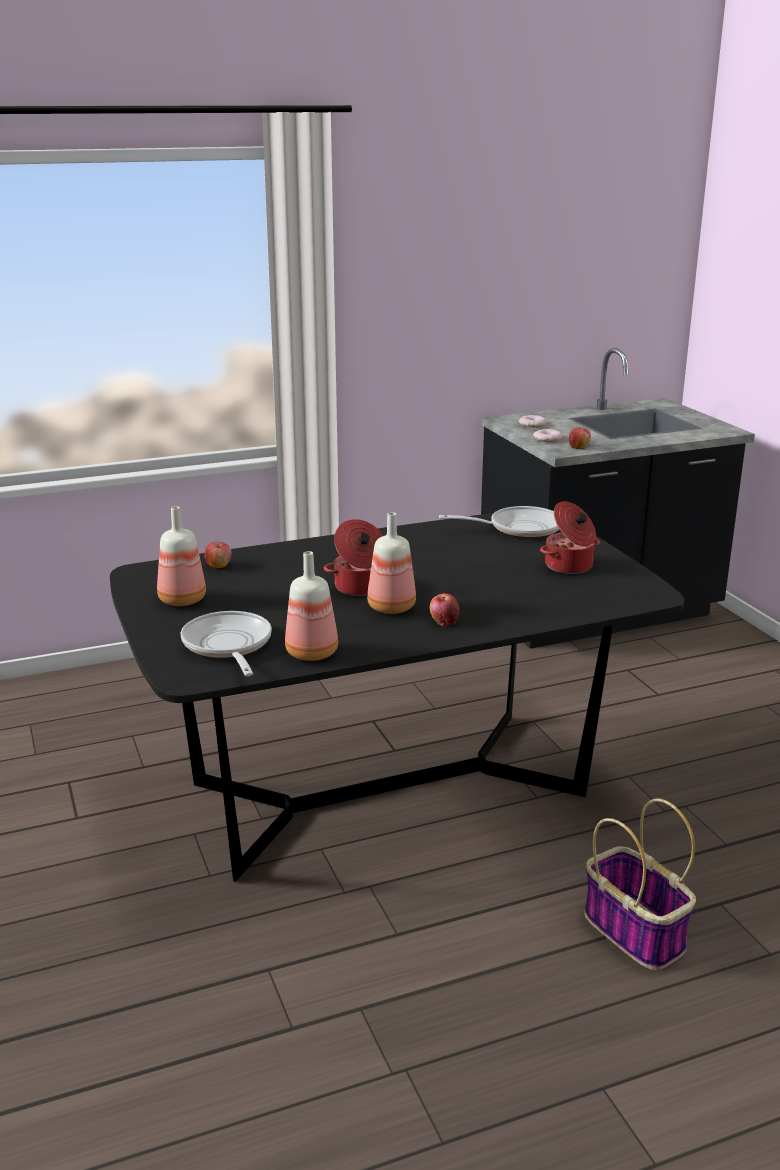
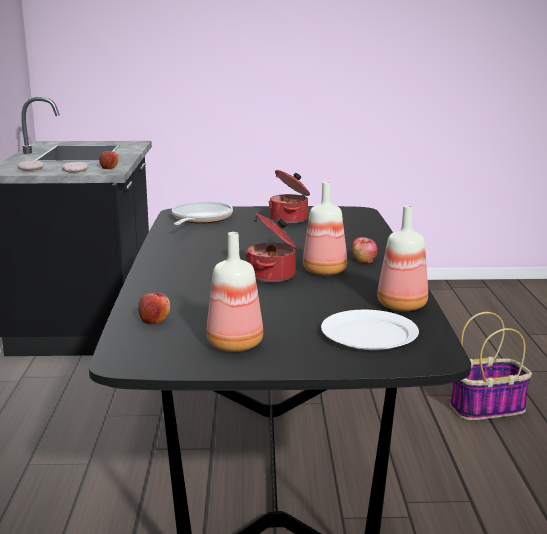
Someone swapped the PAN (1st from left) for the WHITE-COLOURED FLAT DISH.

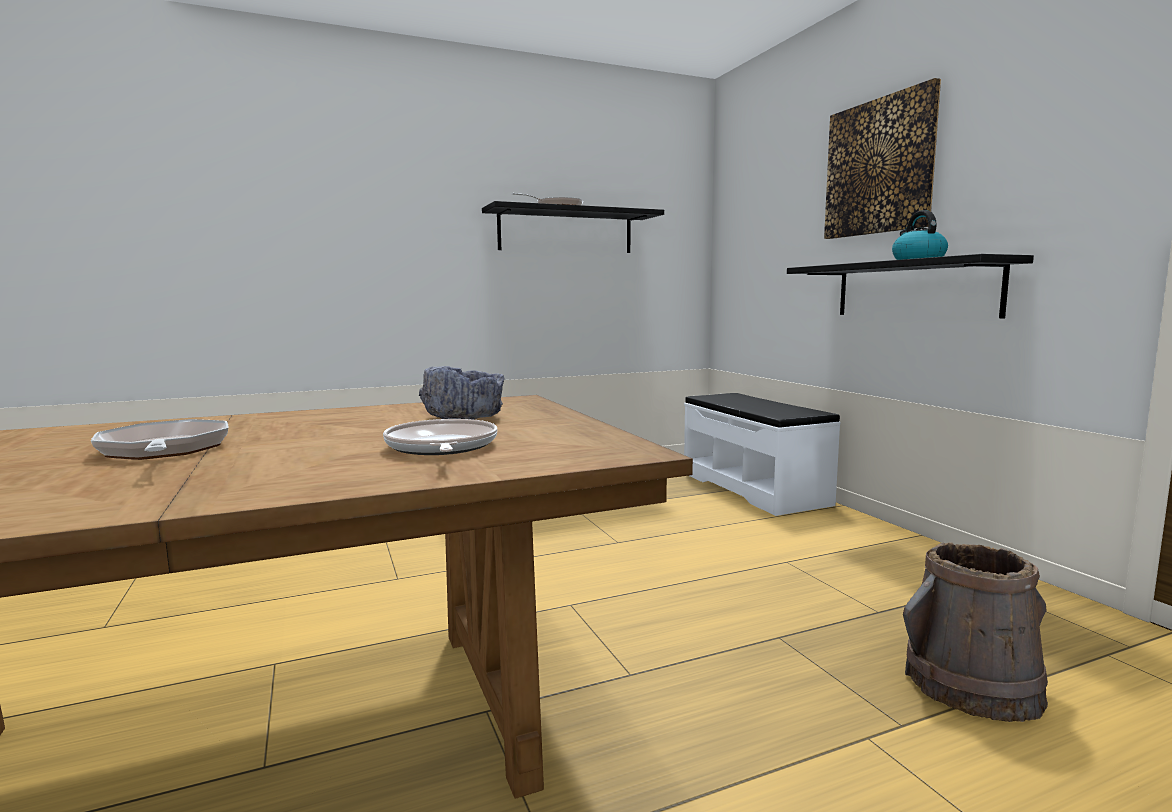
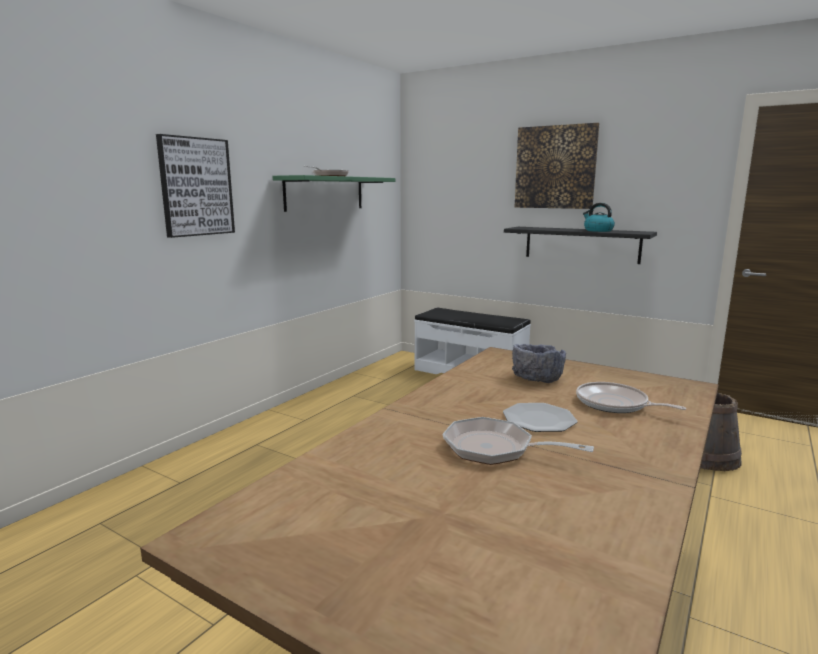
Someone repainted the BLACK-COLOURED SHELF (1st from left), which became the GREEN SHELF. Someone put up the PICTURE (1st from left). Someone put down the FLAT DISH.

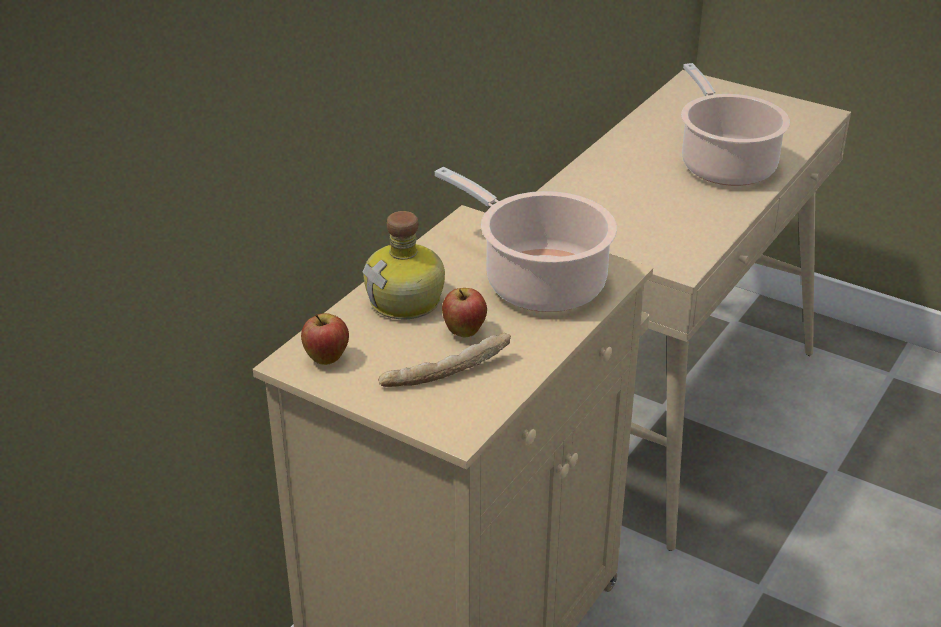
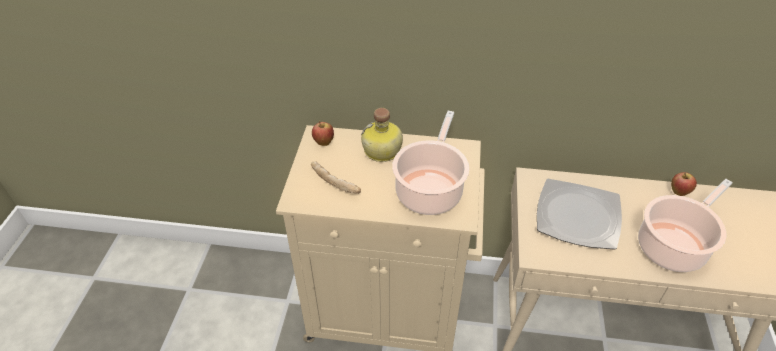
Someone carried the WHOLE APPLE (2nd from left). Someone put down the FLAT DISH.

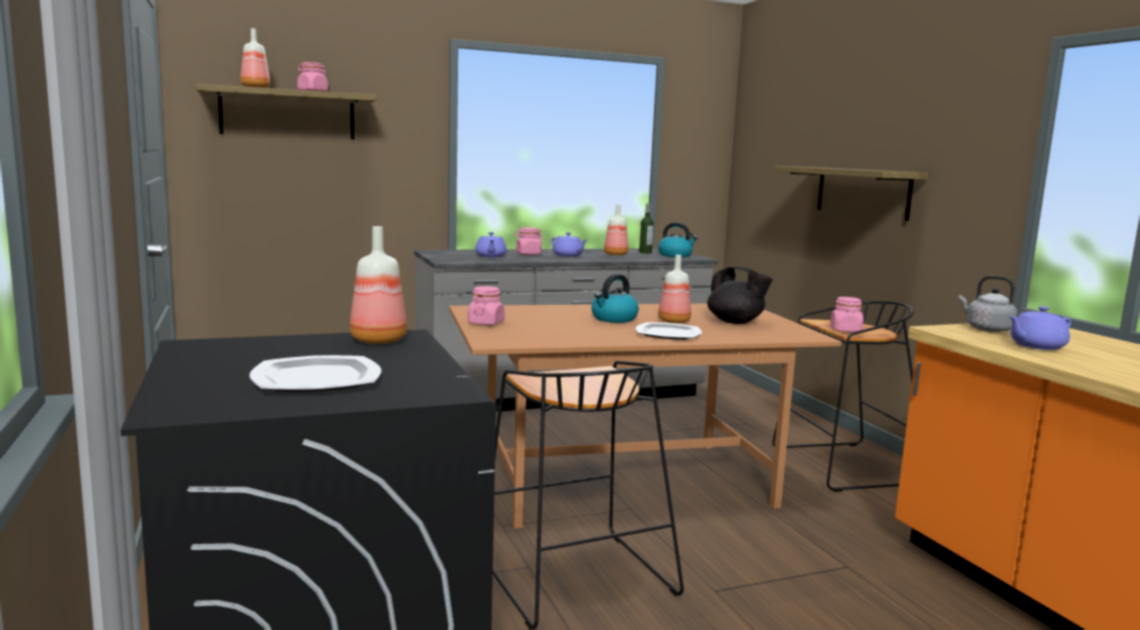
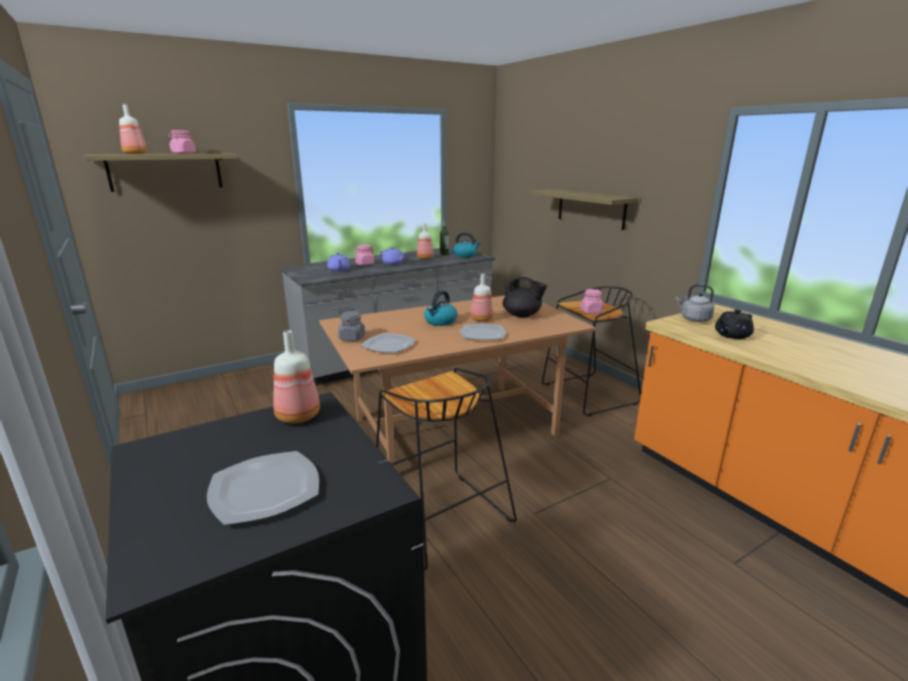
Someone repainted the PINK-COLOURED JAR (2nd from left), which became the GREYISH JAR. Someone repainted the PURPLE-COLOURED TEAPOT (3rd from left), which became the BLACK-COLOURED TEAPOT (2nd from left). Someone put down the FLAT DISH (2nd from left).

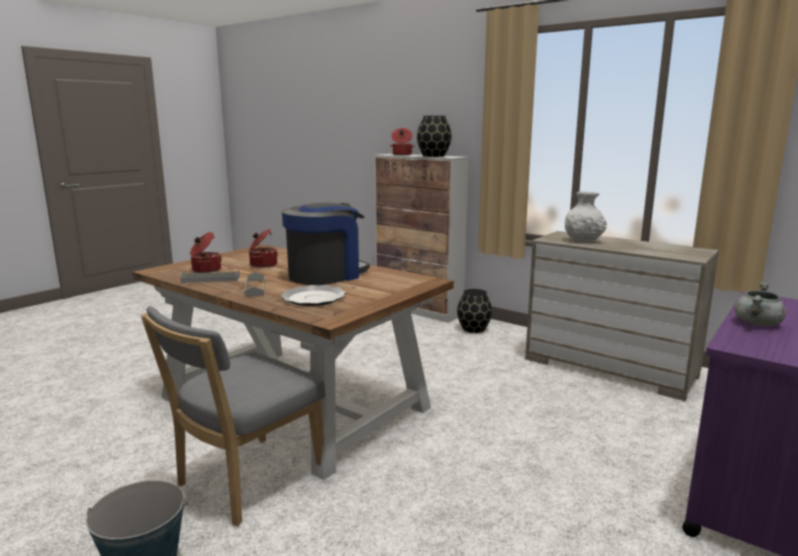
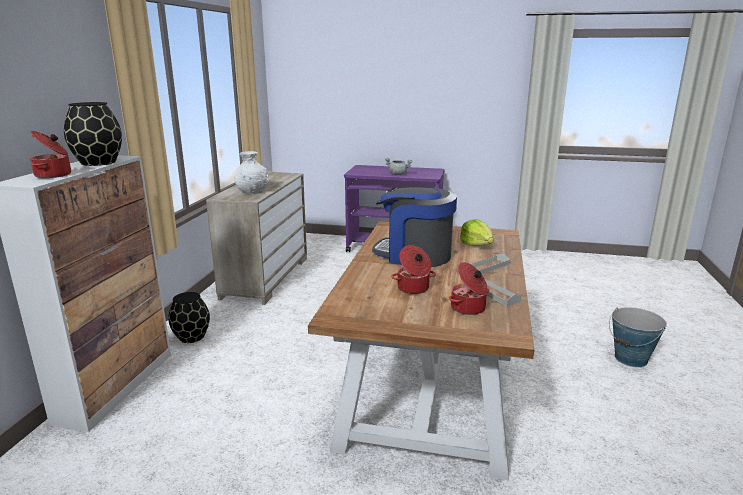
Someone swapped the FLAT DISH for the HEAD OF LETTUCE. Someone took away the GREYISH CHAIR.

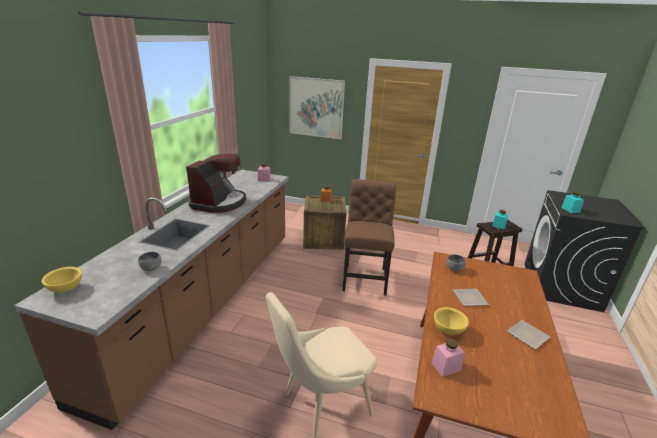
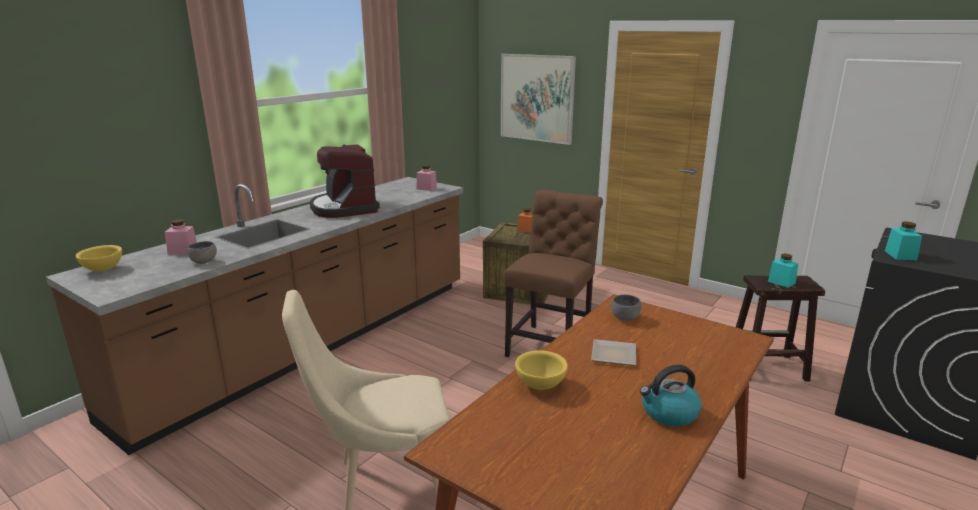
Someone rotated the COFFEE MACHINE by 120 degrees clockwise. Someone swapped the FLAT DISH (2nd from left) for the TEA KETTLE. Someone carried the PINK-COLOURED JAR (2nd from left in the first image).

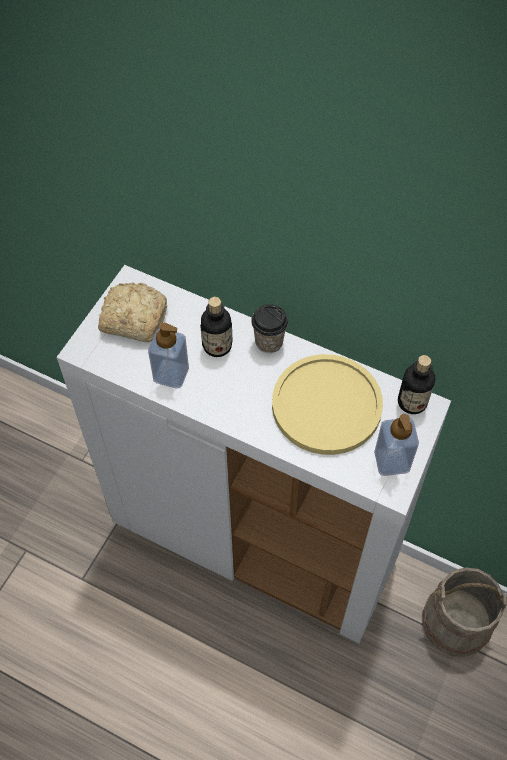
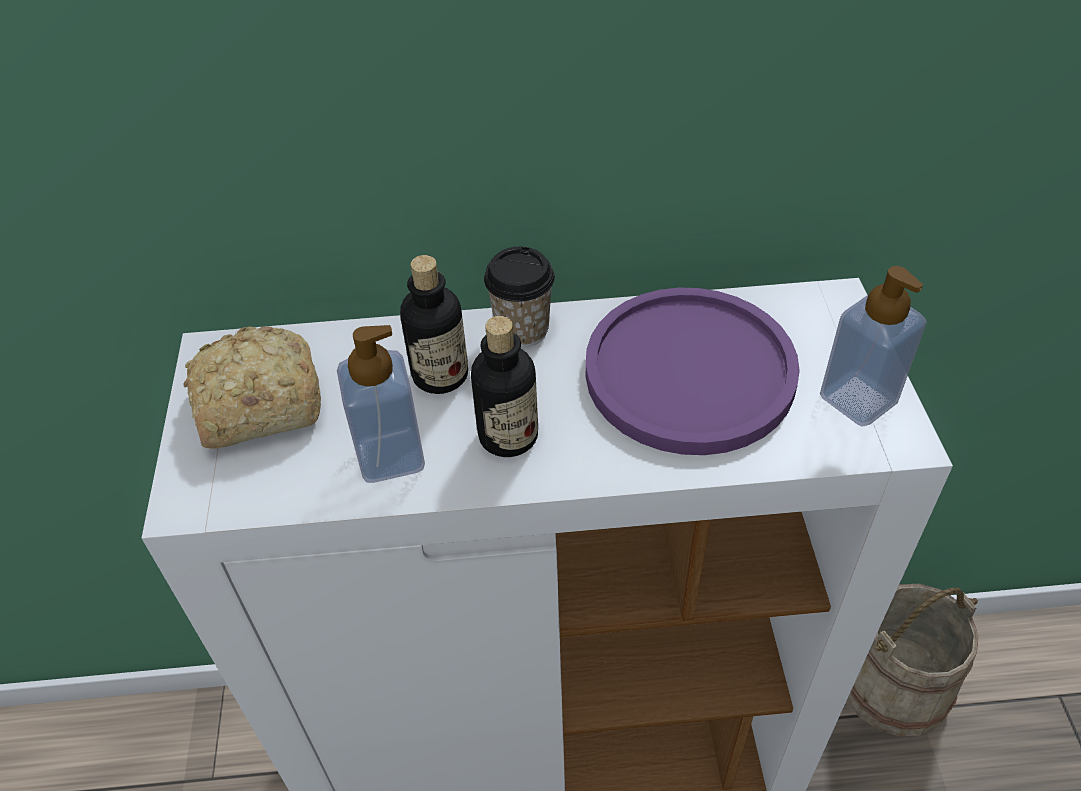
Someone repainted the YELLOW FLAT DISH, which became the PURPLE-COLOURED FLAT DISH. Someone carried the BEVERAGE BOTTLE (2nd from left).

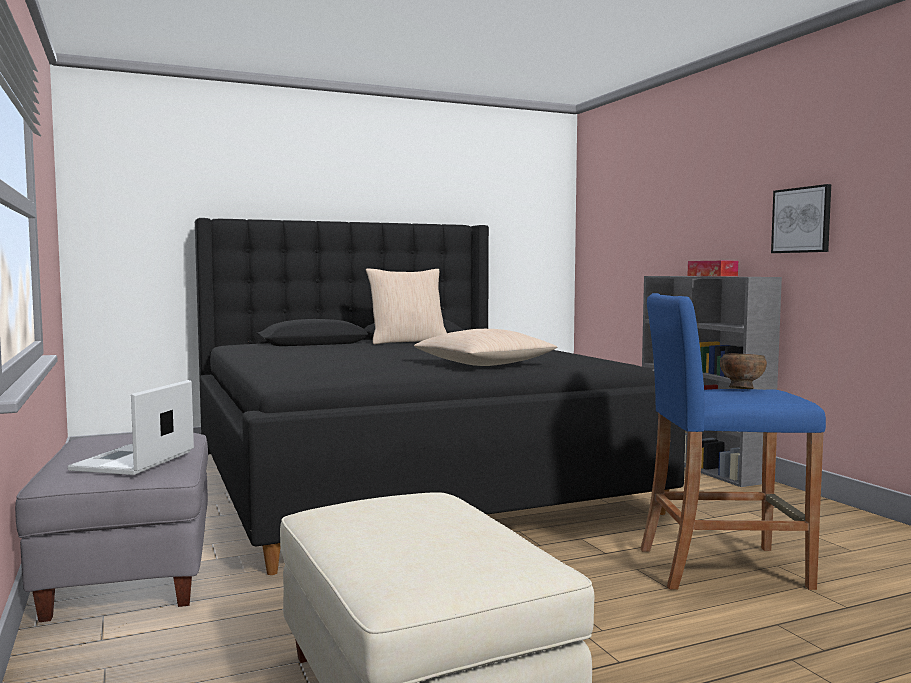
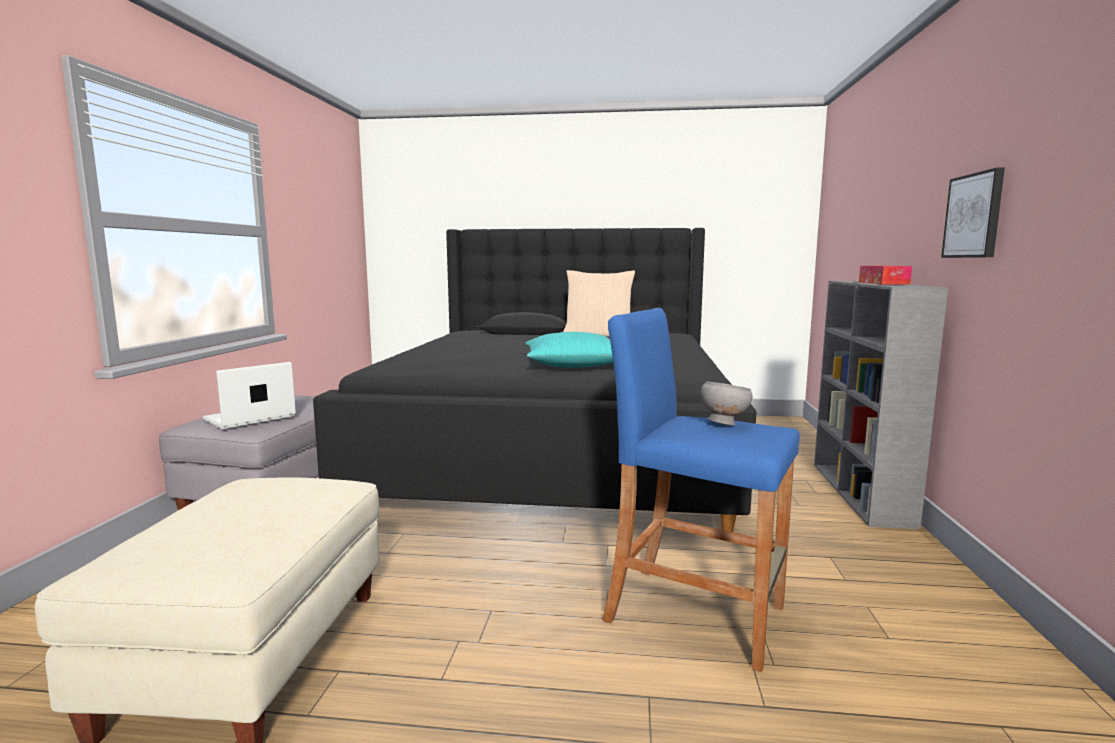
Someone repainted the SAND-COLOURED PILLOW (2nd from left), which became the BLUE-GREEN PILLOW. Someone repainted the BROWN SERVING BOWL, which became the GREYISH SERVING BOWL.

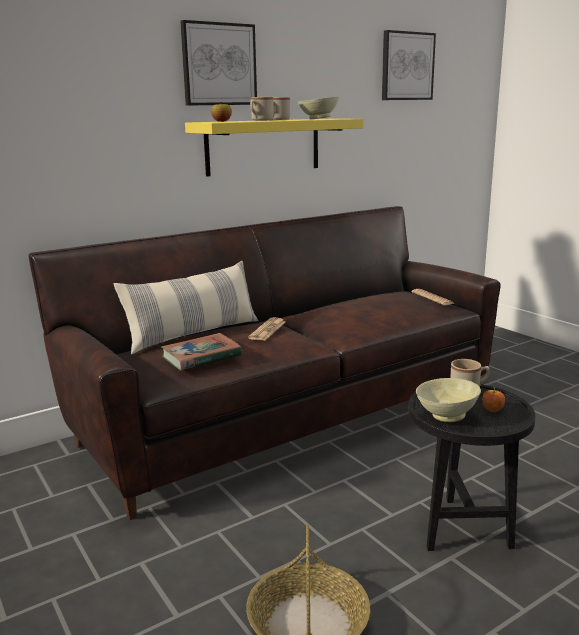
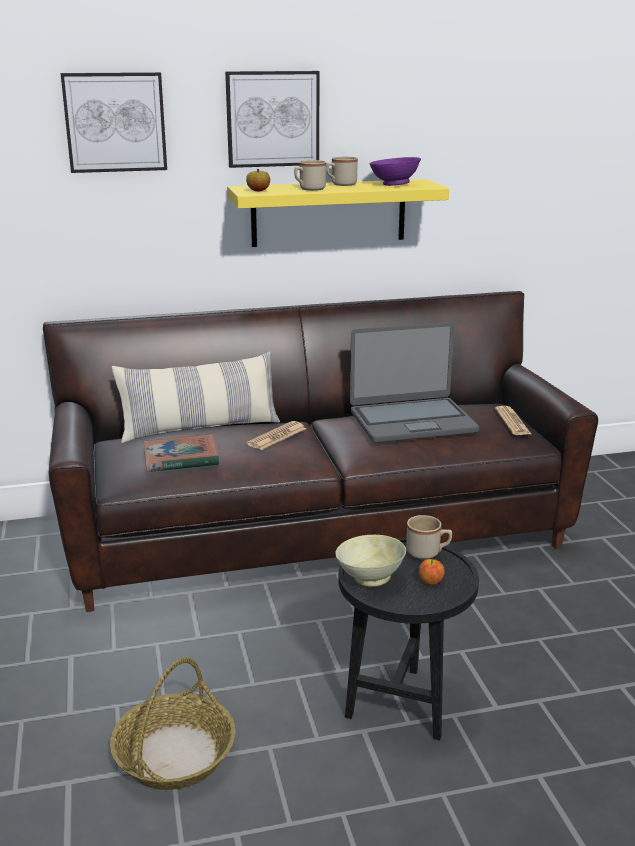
Someone carried the PICTURE (2nd from left in the first image). Someone repainted the SAND-COLOURED SERVING BOWL (1st from left), which became the PURPLE-COLOURED SERVING BOWL. Someone put down the LAPTOP.

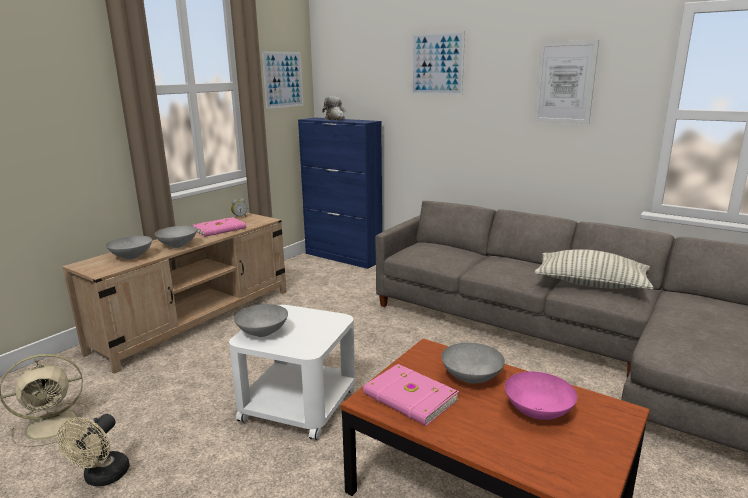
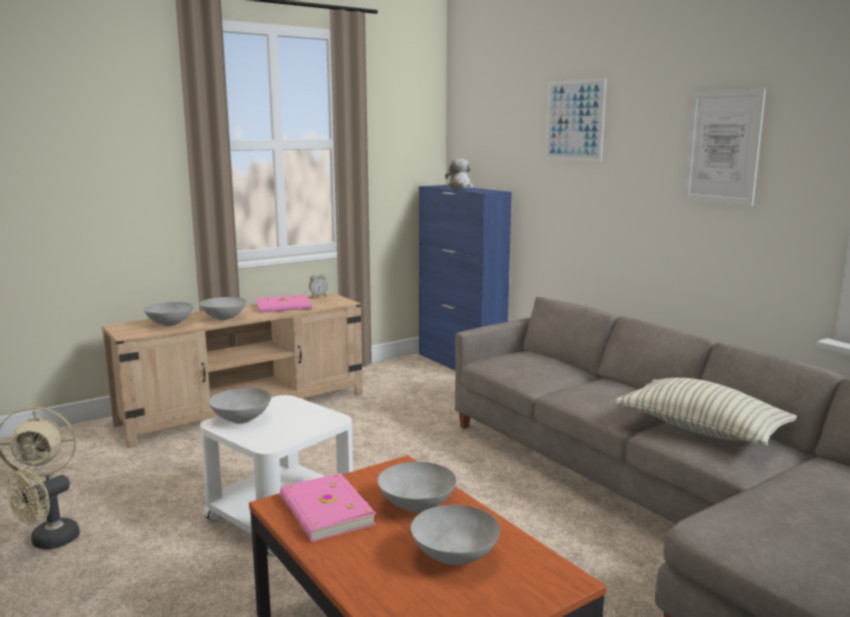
Someone took away the PICTURE (1st from left). Someone repainted the PINK-COLOURED SERVING BOWL, which became the GREYISH SERVING BOWL (5th from left).

